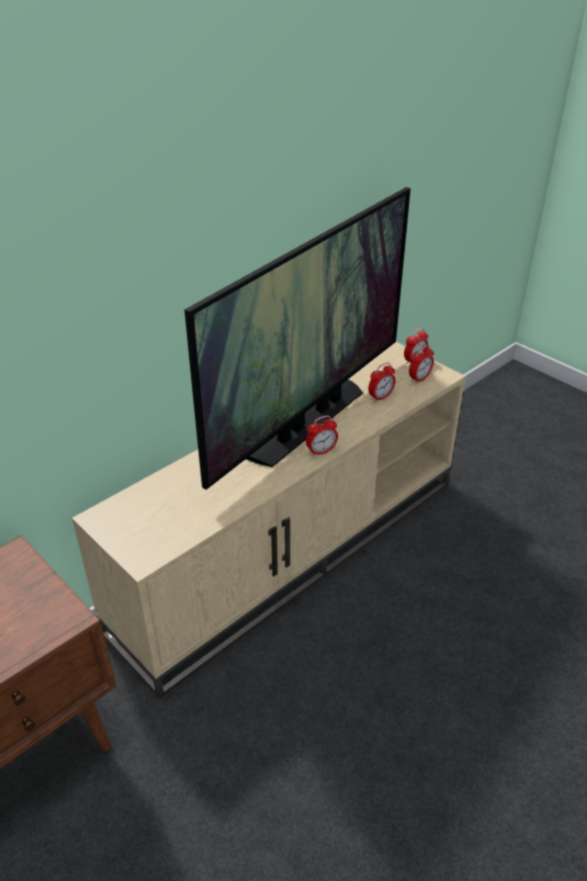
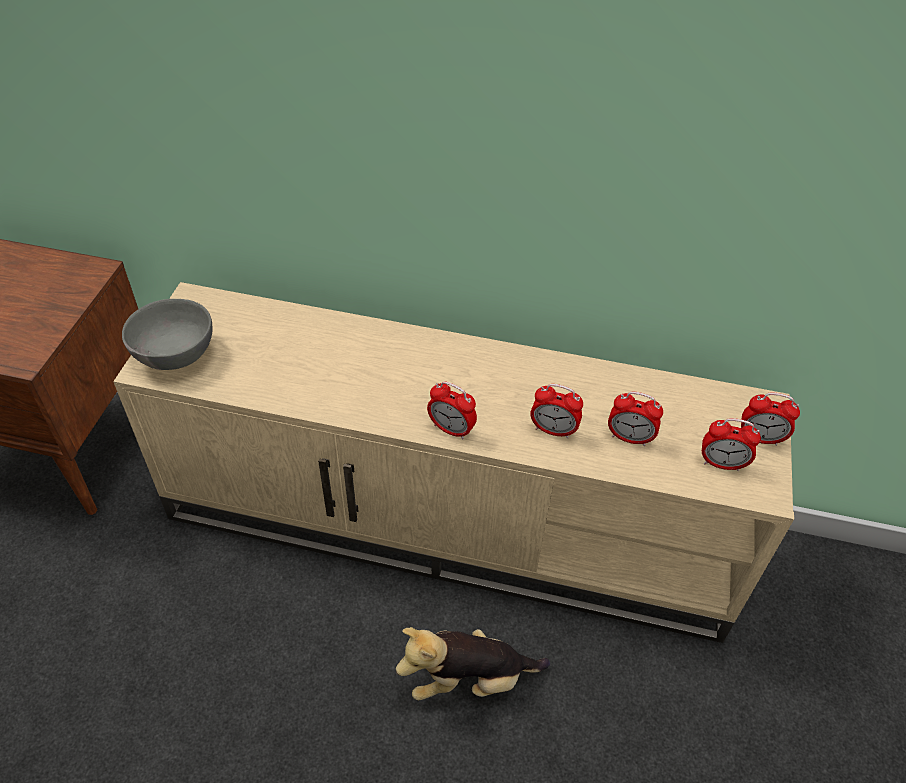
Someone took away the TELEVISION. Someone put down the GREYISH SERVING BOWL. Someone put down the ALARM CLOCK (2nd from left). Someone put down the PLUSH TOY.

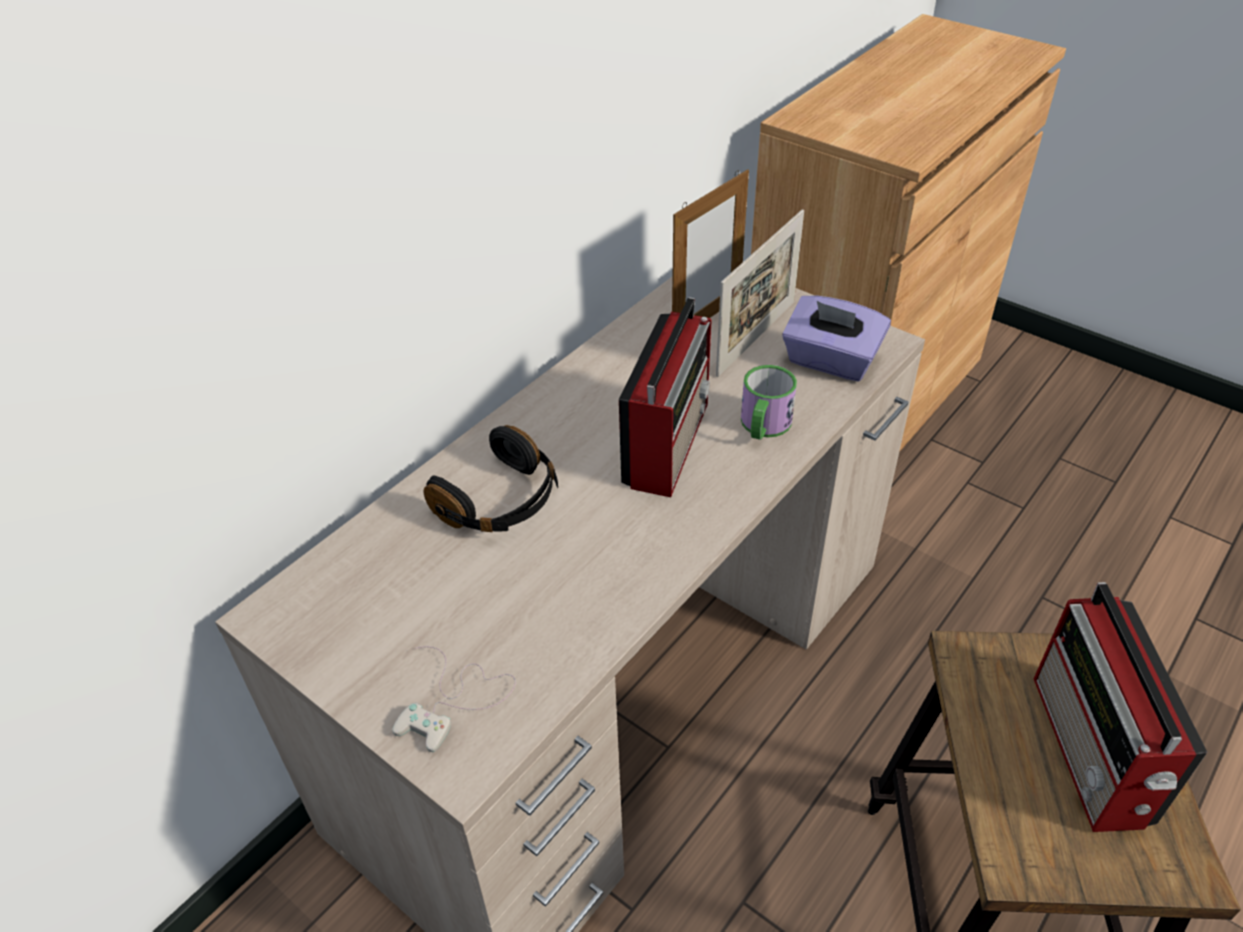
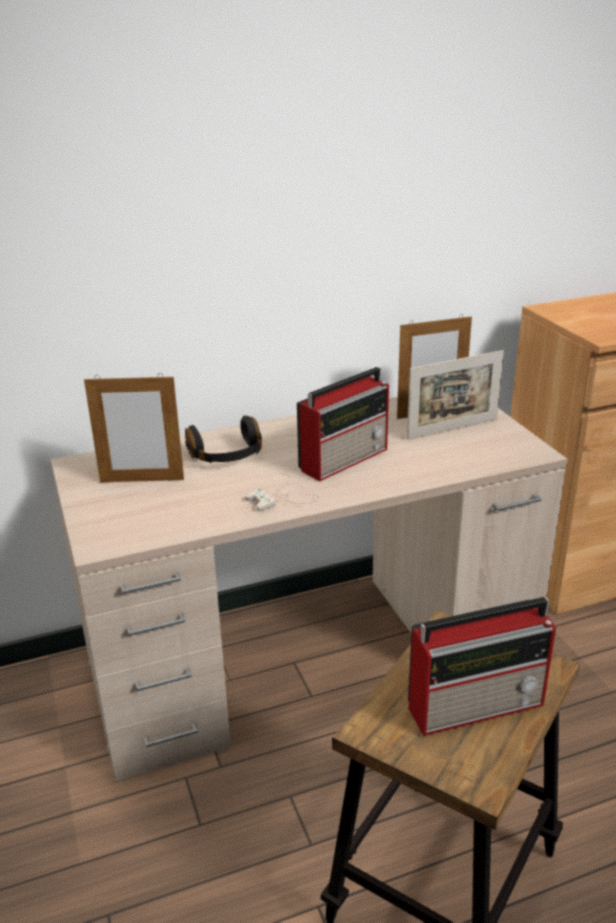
Someone took away the PURPLE-COLOURED TISSUE HOLDER. Someone took away the MUG. Someone rotated the RADIO (2nd from left) by 135 degrees counterclockwise. Someone carried the WHITE-COLOURED GAMEPAD. Someone put down the PICTURE FRAME (1st from left).

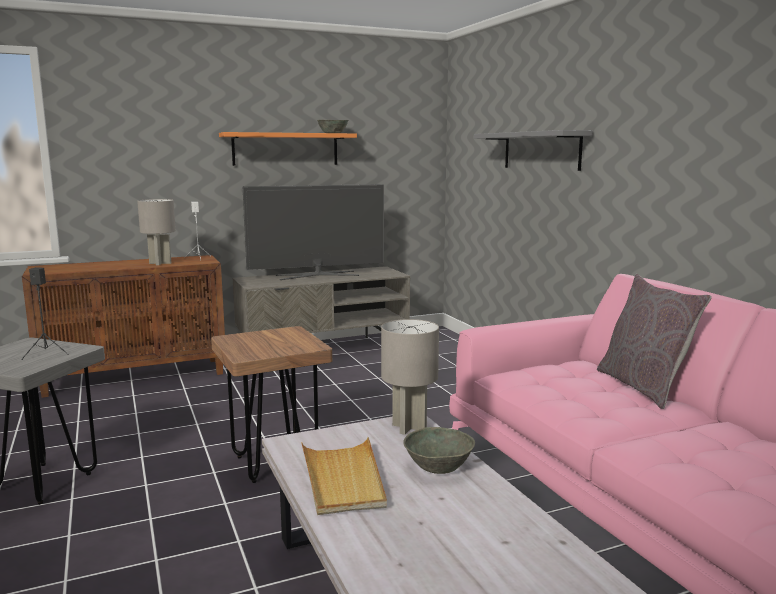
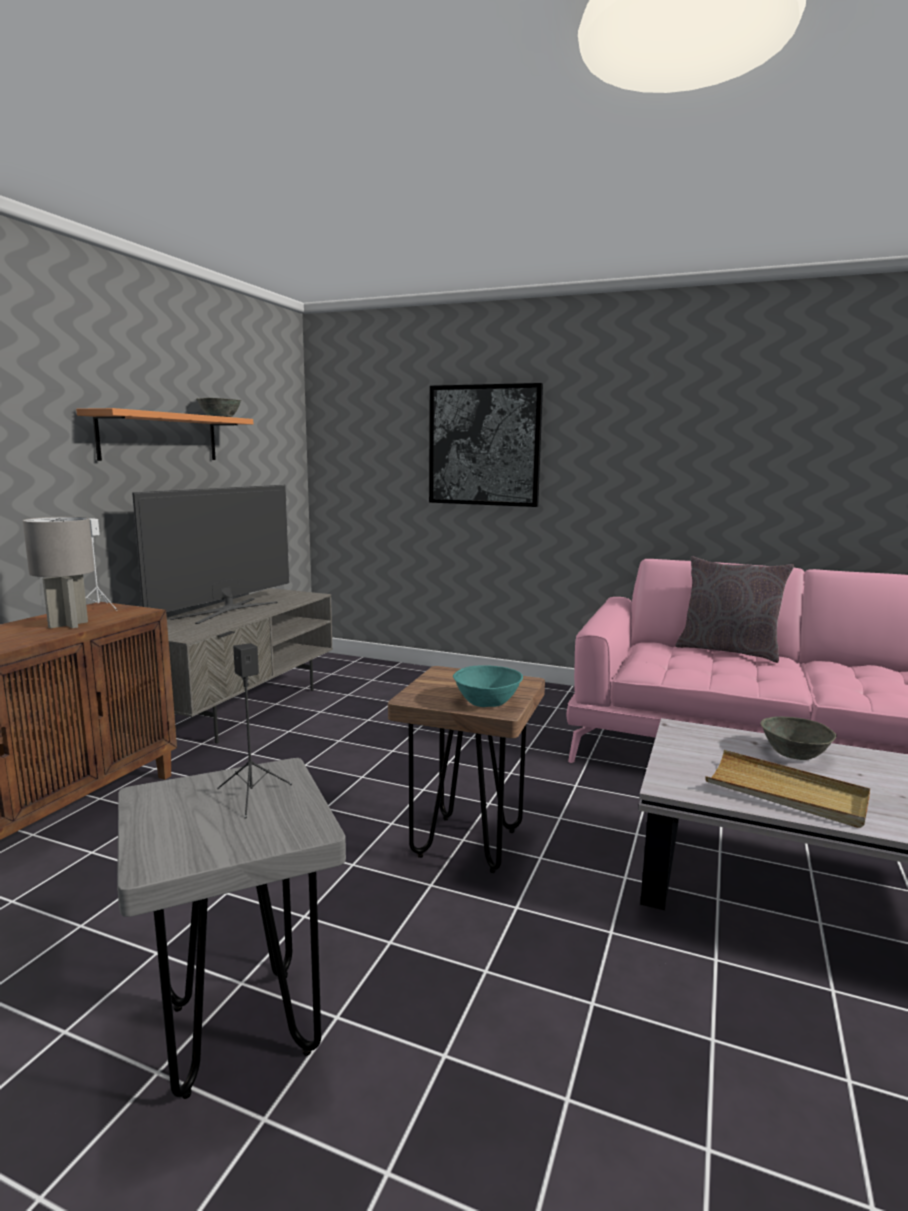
Someone swapped the GREYISH SHELF for the PICTURE. Someone took away the GREYISH LAMP FOR A TABLE (2nd from left). Someone put down the BLUE-GREEN SERVING BOWL.

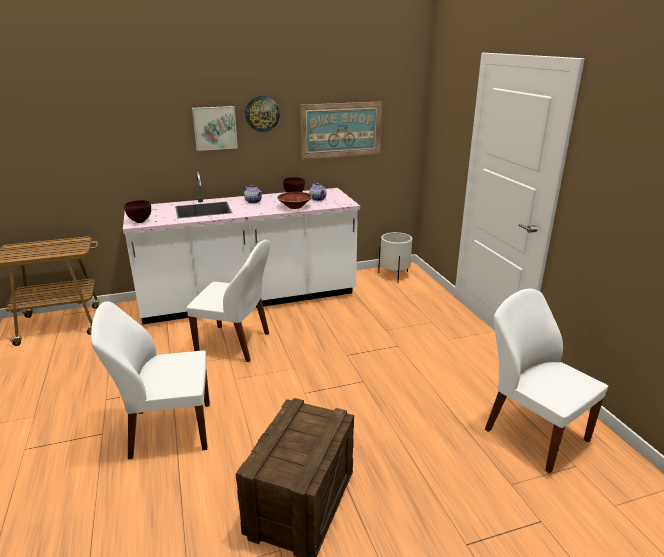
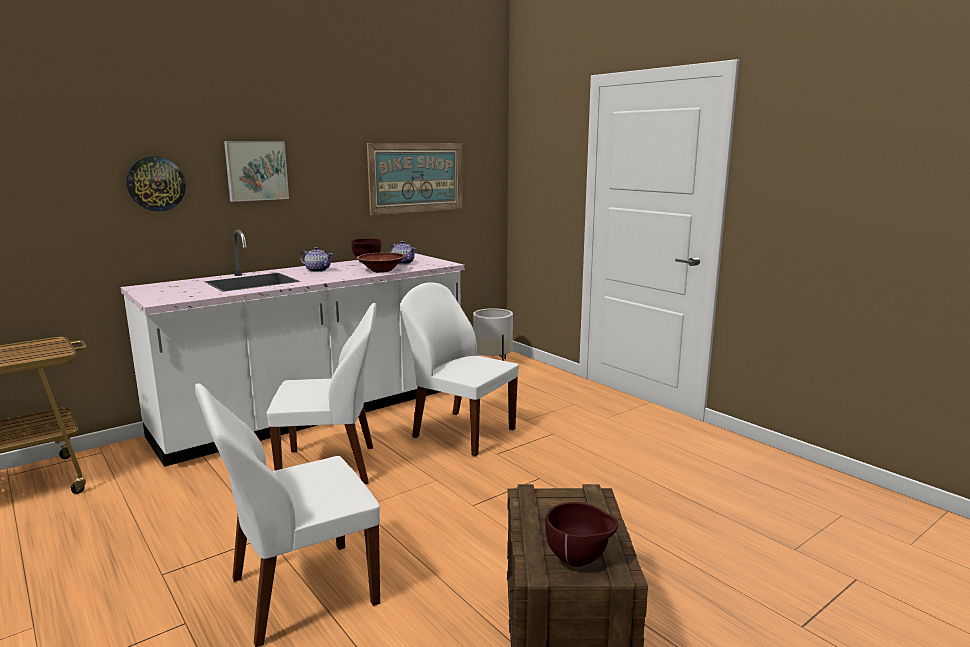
Someone carried the WALL CLOCK. Someone carried the BROWN SERVING BOWL (1st from left in the first image). Someone carried the WHITE-COLOURED CHAIR (3rd from left).

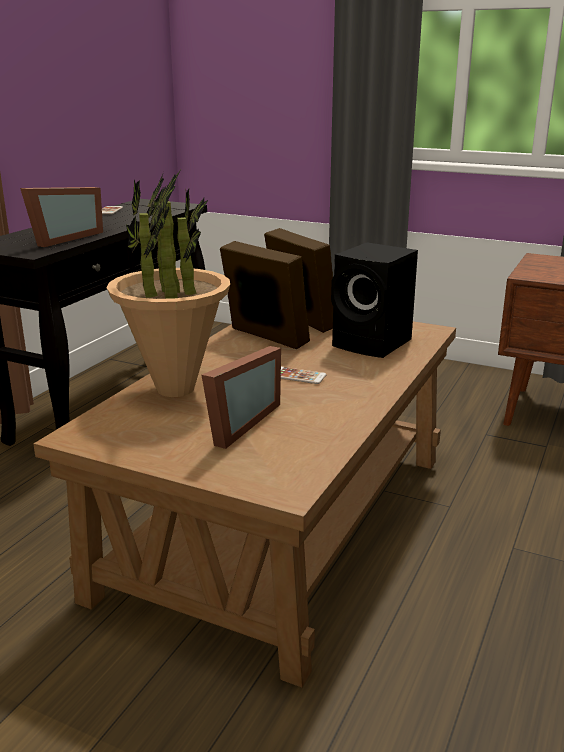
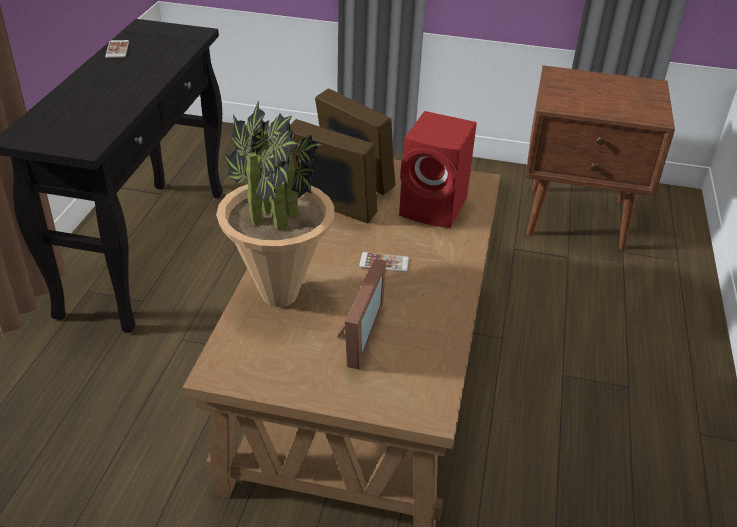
Someone took away the PICTURE FRAME (1st from left). Someone repainted the BLACK-COLOURED SPEAKER, which became the RED-COLOURED SPEAKER.

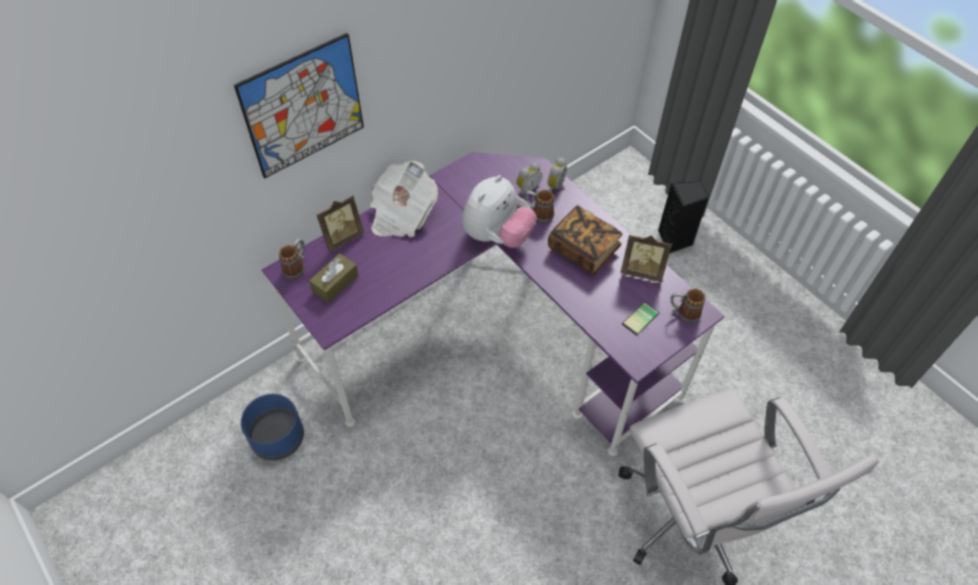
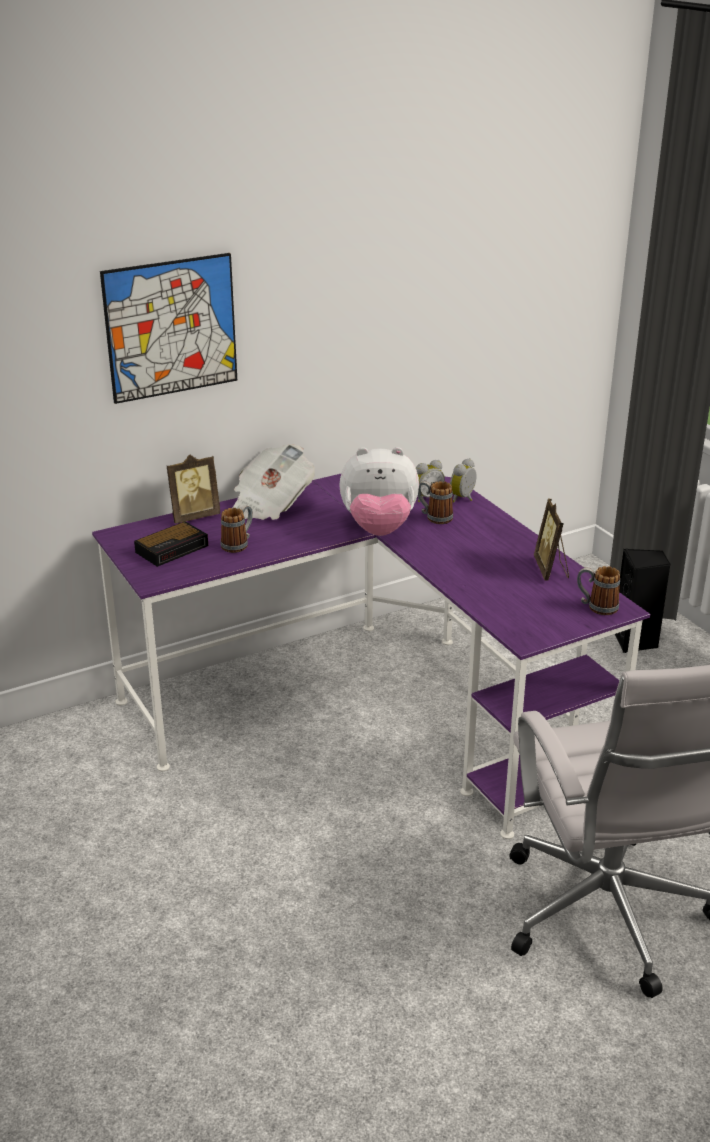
Someone rotated the PLUSH TOY by 45 degrees clockwise. Someone took away the VOLUME. Someone rotated the PICTURE FRAME (2nd from left) by 60 degrees clockwise. Someone carried the MUG (1st from left). Someone swapped the BROWN TISSUE HOLDER for the ALARM CLOCK (1st from left). Someone took away the HANDSET. Someone took away the BLUISH PLANT POT.

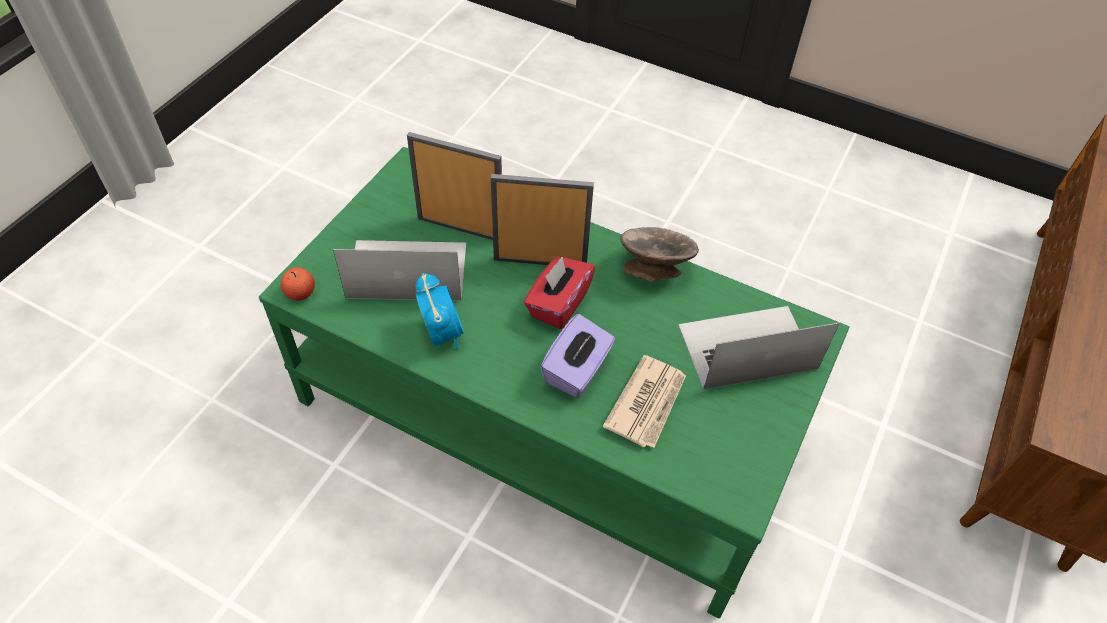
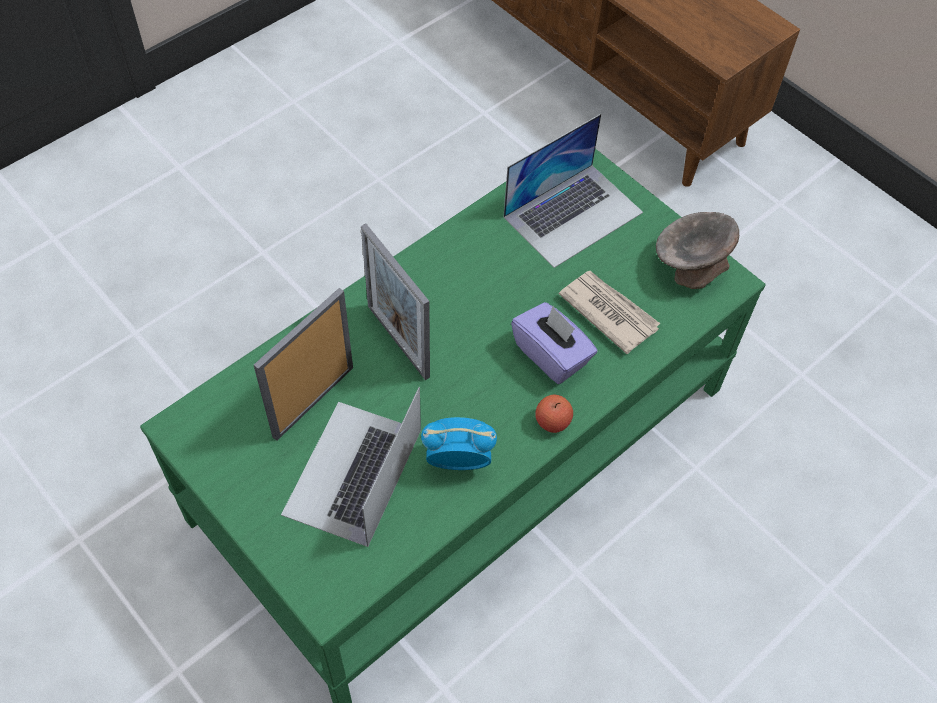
Someone rotated the PICTURE FRAME (2nd from left) by 60 degrees counterclockwise. Someone carried the GREYISH SERVING BOWL. Someone took away the RED-COLOURED TISSUE HOLDER. Someone carried the WHOLE APPLE. Someone rotated the LAPTOP (2nd from left) by 135 degrees counterclockwise.

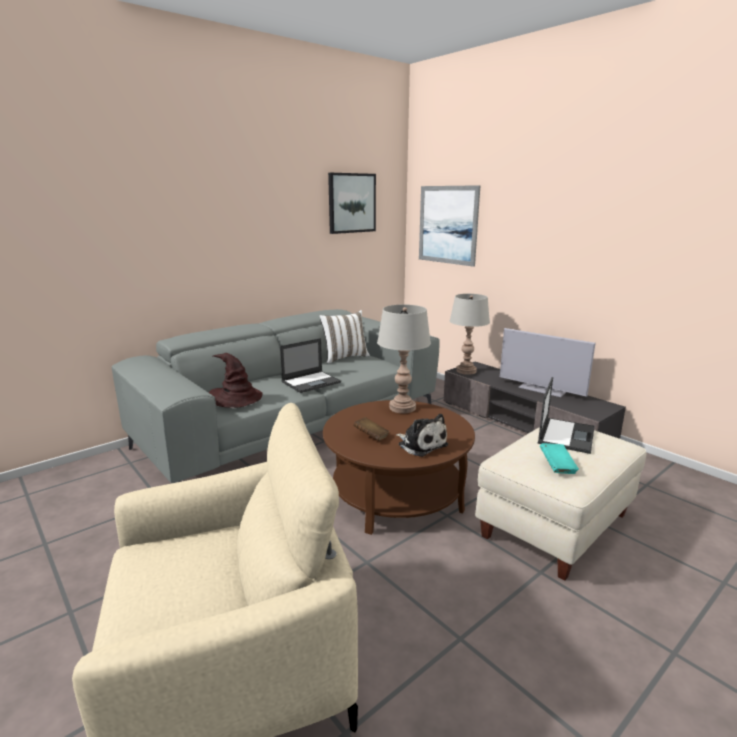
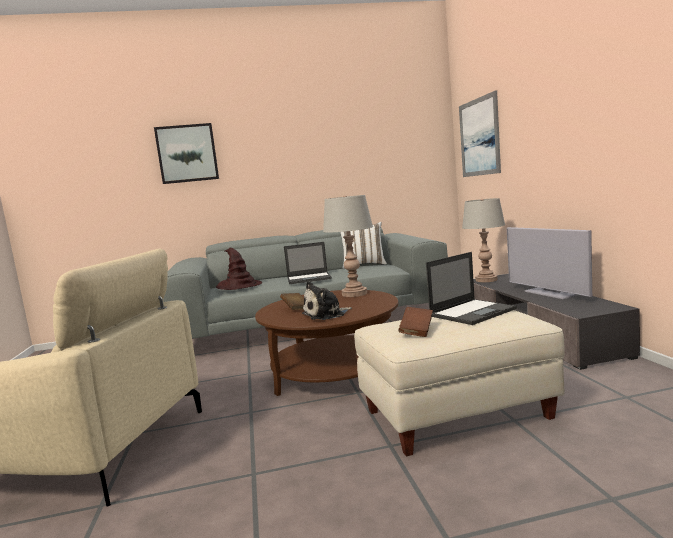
Someone carried the PICTURE (1st from left). Someone rotated the PLUSH TOY by 75 degrees clockwise. Someone repainted the BLUE-GREEN VOLUME, which became the BROWN VOLUME (2nd from left).

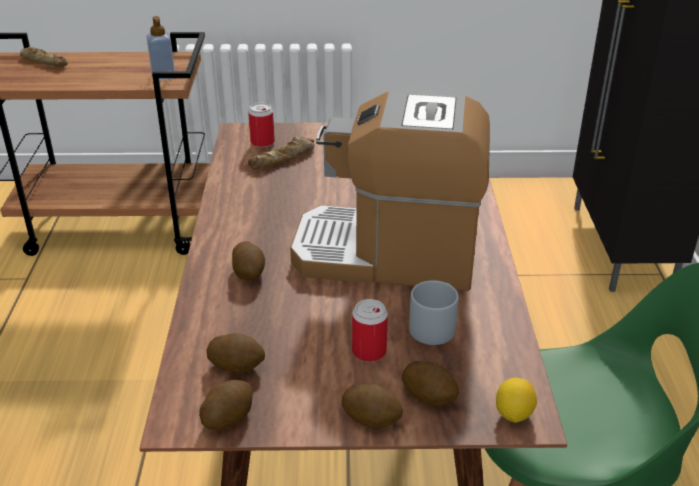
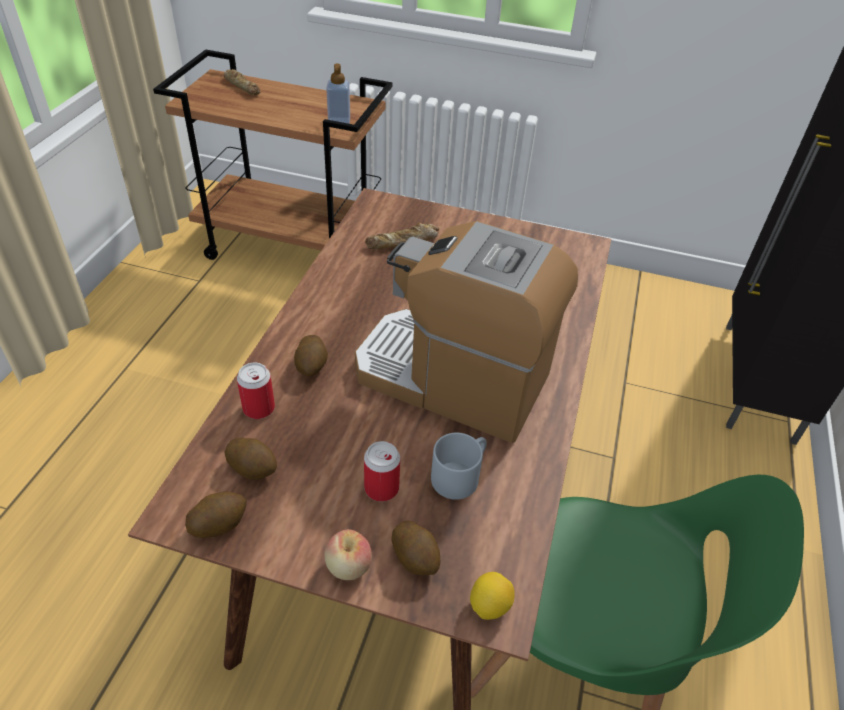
Someone carried the SEALED CAN (1st from left). Someone swapped the WHOLE POTATO (4th from left) for the WHOLE APPLE.

